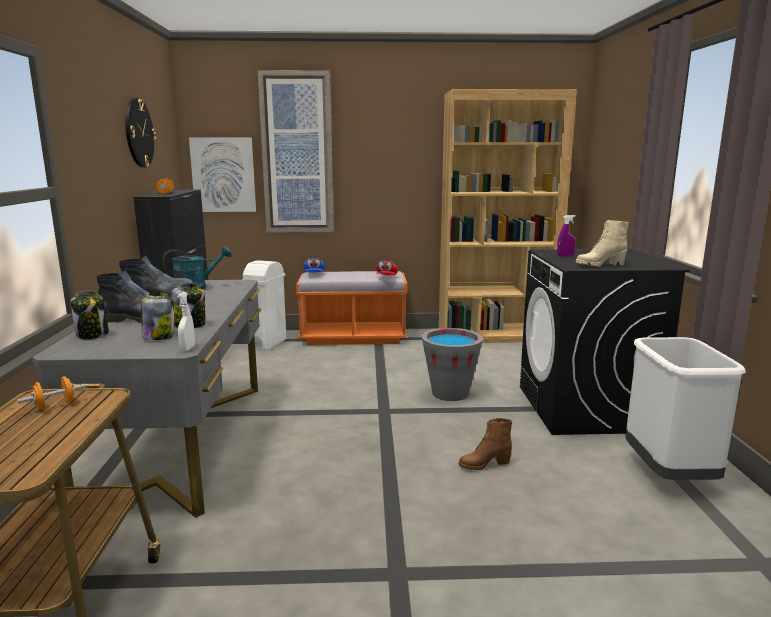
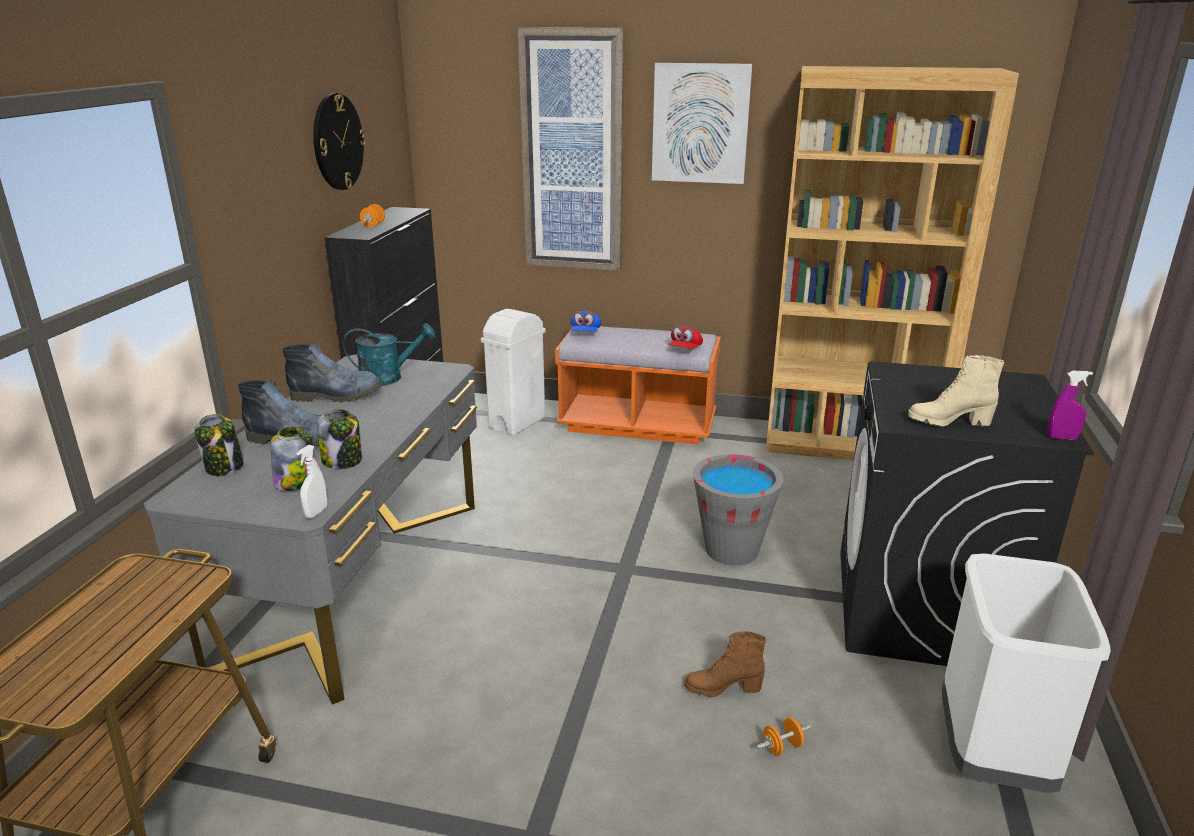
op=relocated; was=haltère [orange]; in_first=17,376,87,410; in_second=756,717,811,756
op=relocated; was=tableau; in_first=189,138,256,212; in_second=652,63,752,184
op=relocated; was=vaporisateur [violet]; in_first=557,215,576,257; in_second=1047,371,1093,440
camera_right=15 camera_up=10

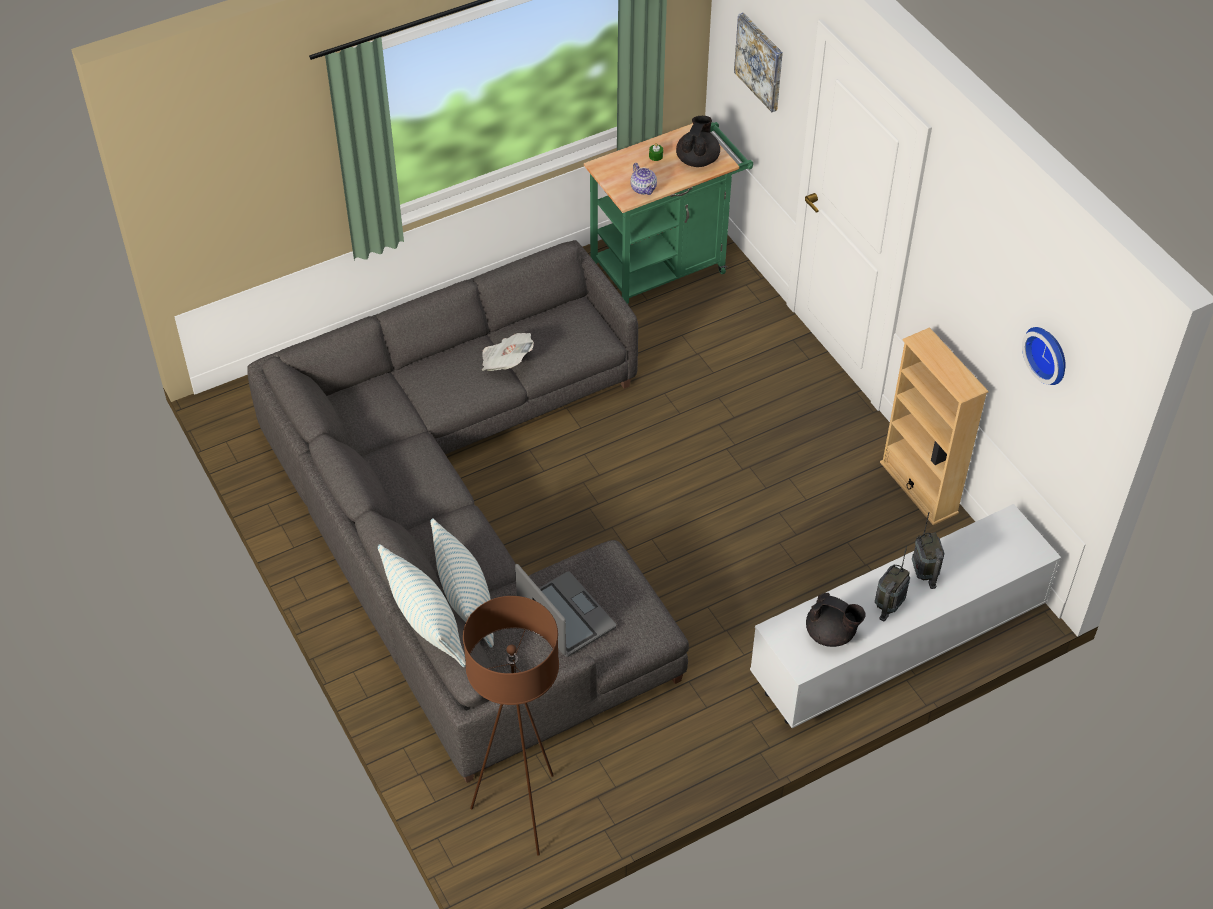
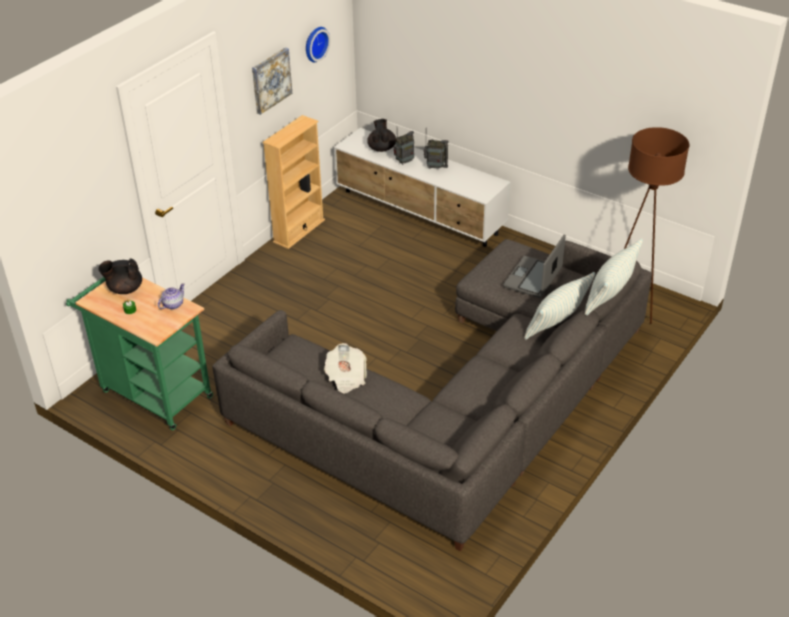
op=relocated; was=tableau; in_first=734,13,783,112; in_second=252,47,292,115
op=relocated; was=théière [noir]; in_first=806,593,865,647; in_second=367,119,396,152
camera_right=-115 camera_up=-10

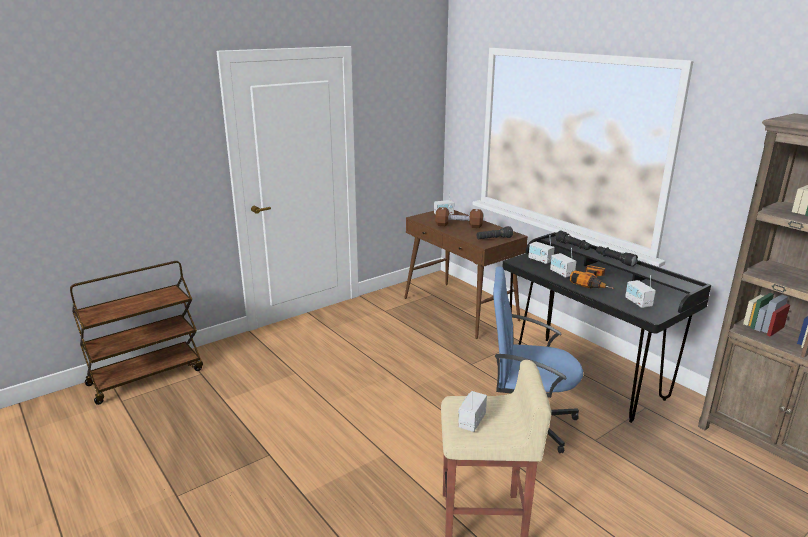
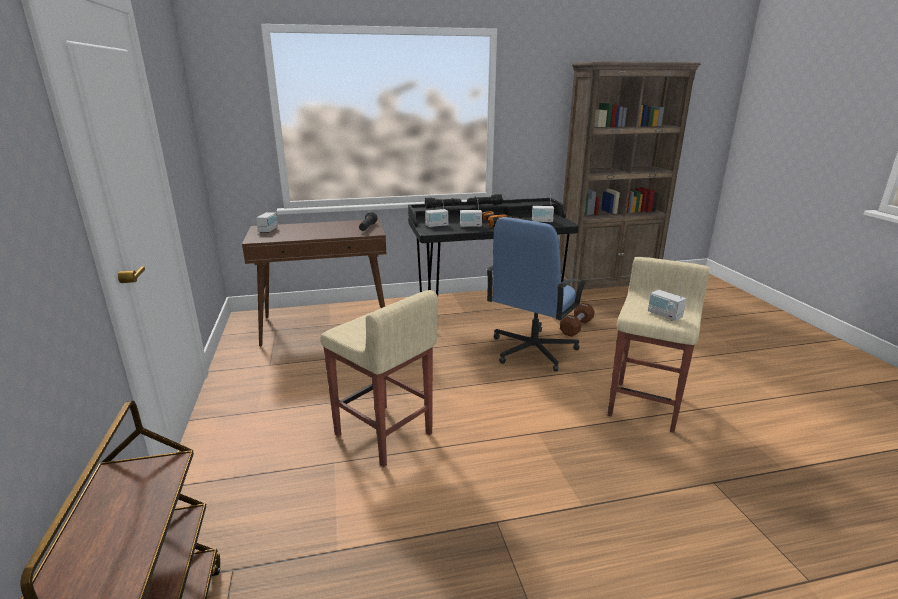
op=relocated; was=haltère [marron]; in_first=435,207,483,228; in_second=560,303,595,337
op=appeared; now=tabouret [beige]; in_second=320,290,438,467
camera_right=-65 camera_up=0

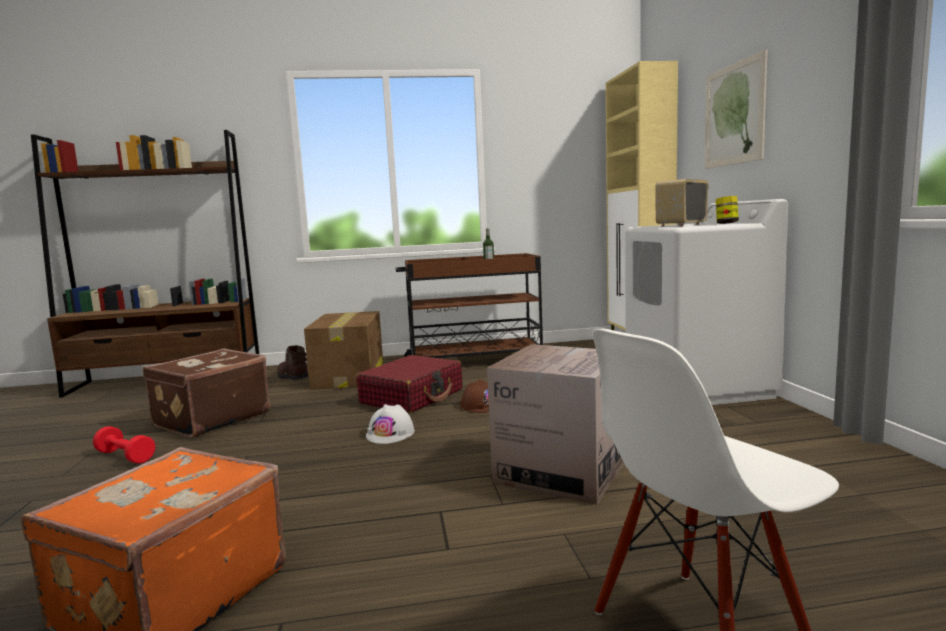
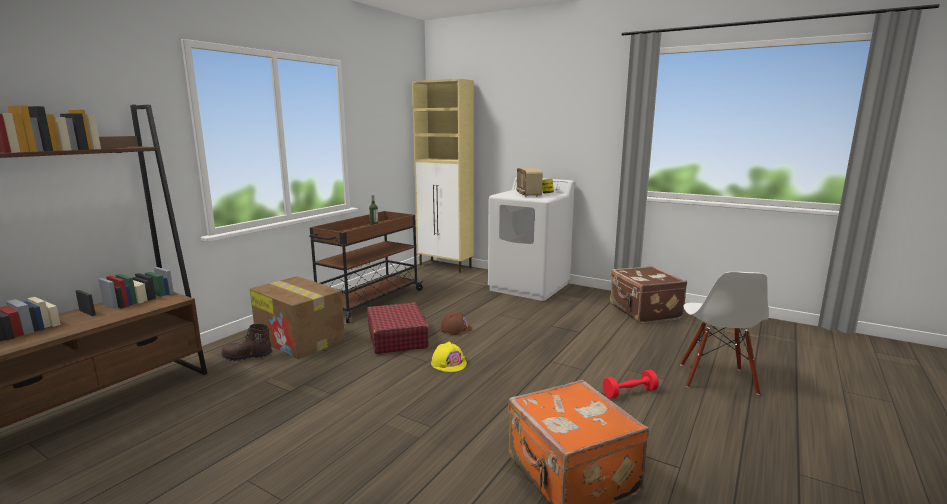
op=relocated; was=haltère [rouge]; in_first=93,426,155,464; in_second=603,370,659,398
op=relocated; was=valise [marron]; in_first=143,348,270,438; in_second=610,266,687,323
op=colour; was=casque de chantier [blanc]; now=casque de chantier [jaune]; in_first=366,404,415,444; in_second=431,341,467,372
op=missing; was=carton; in_first=487,344,624,505
op=missing; was=tableau; in_first=705,49,768,169
camera_right=-50 camera_up=5

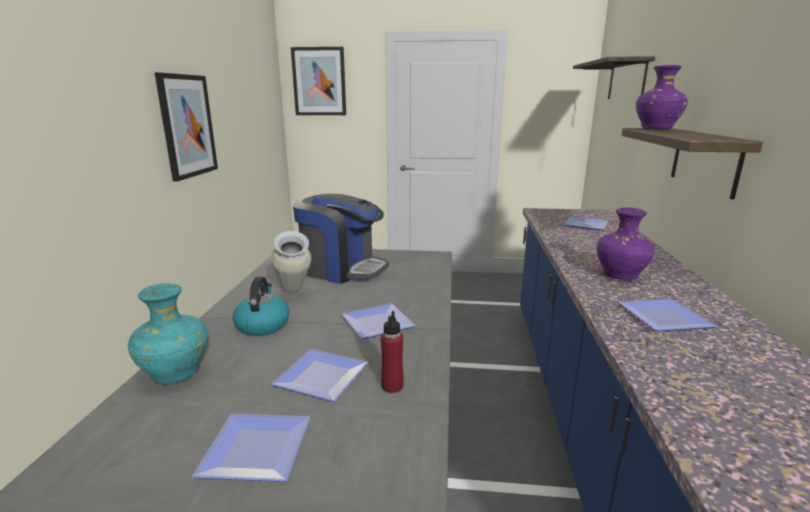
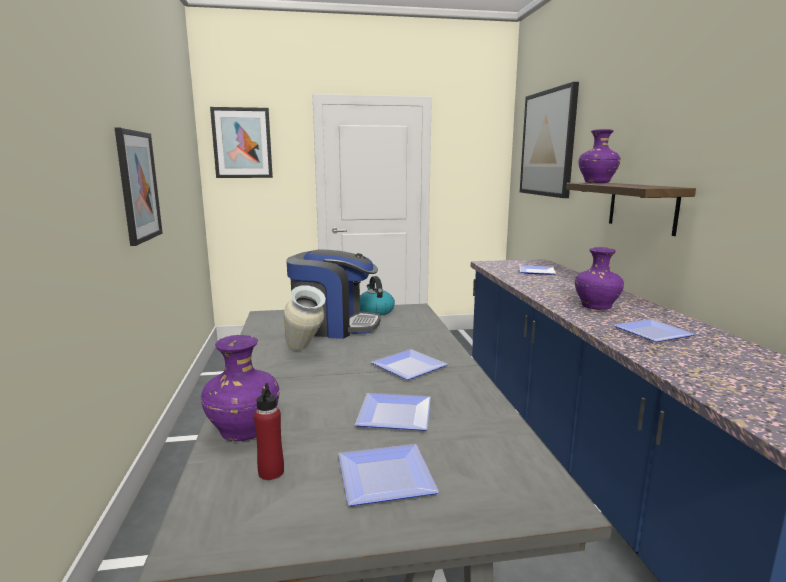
op=colour; was=vase [turquoise]; now=vase [violet]; in_first=128,283,208,384; in_second=201,335,280,441
op=relocated; was=bouilloire; in_first=233,276,289,336; in_second=360,276,395,315
op=relocated; was=bouteille [rouge]; in_first=381,311,404,393; in_second=254,383,284,480
op=exchanged; was=étagère; now=tableau; in_first=573,56,655,99; in_second=520,82,579,198
camera_right=-15 camera_up=-5

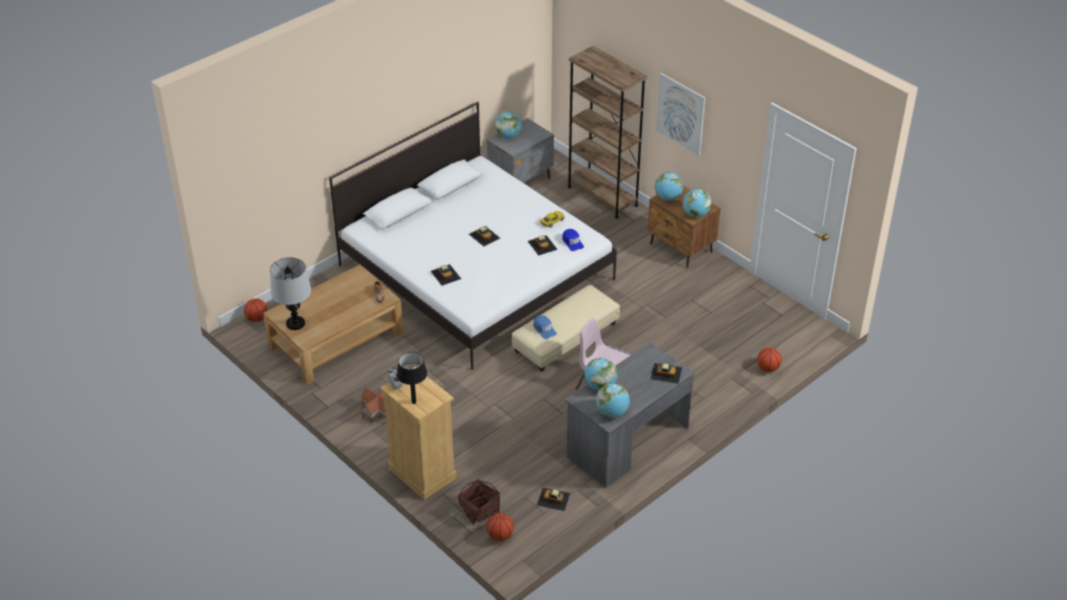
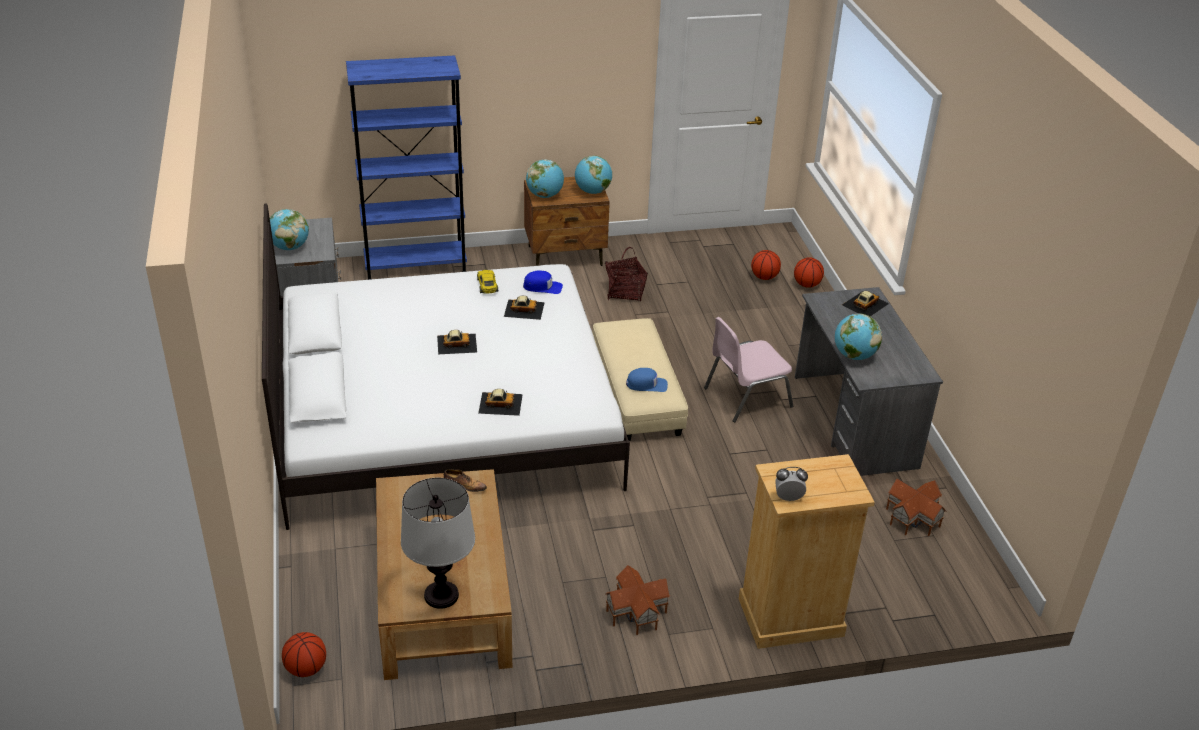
op=missing; was=lampe de table [noir]; in_first=396,352,427,404
op=relocated; was=panier; in_first=458,479,500,525; in_second=605,247,648,301
op=relocated; was=ballon de basket; in_first=487,513,514,541; in_second=751,250,781,280
op=exchanged; was=petite voiture; now=maison miniature; in_first=537,488,570,511; in_second=886,479,947,536
op=colour; was=bibliothèque [marron]; now=bibliothèque [bleu]; in_first=568,46,647,219; in_second=346,55,467,280
op=missing; was=globe; in_first=596,384,630,418
op=missing; was=tableau; in_first=656,73,705,155
camera_right=-60 camera_up=-5

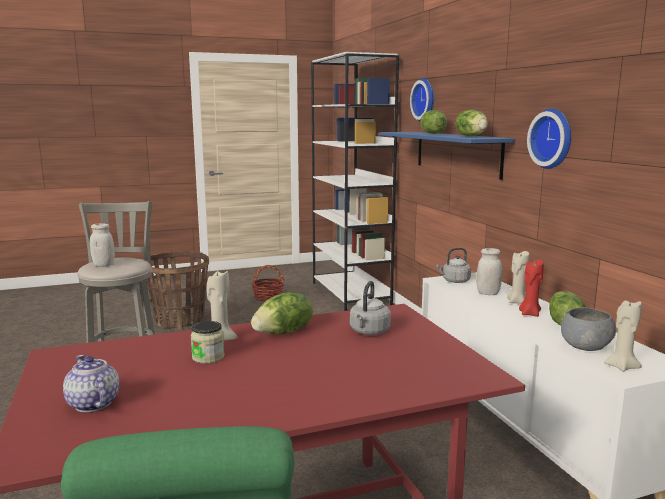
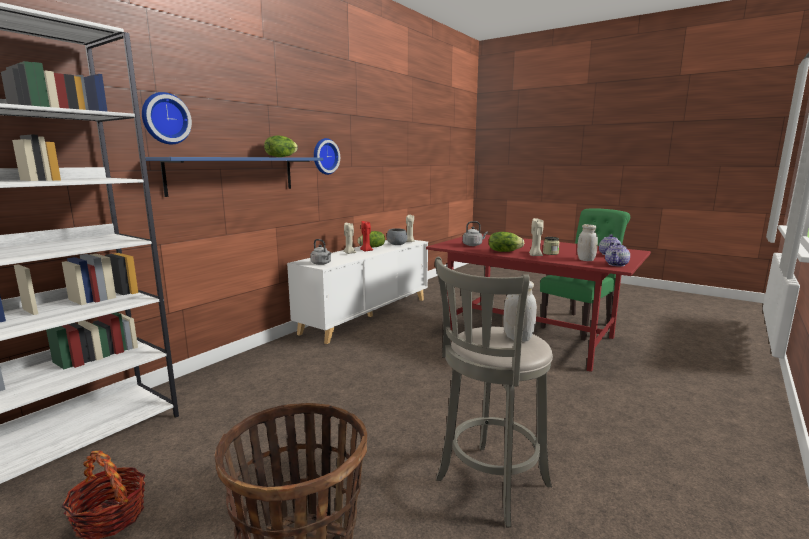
op=missing; was=laitue; in_first=421,110,447,134
op=relocated; was=bocal [blanc]; in_first=476,248,502,295; in_second=577,224,598,261
op=appeared; now=théière; in_second=605,243,630,266
camera_right=-125 camera_up=0

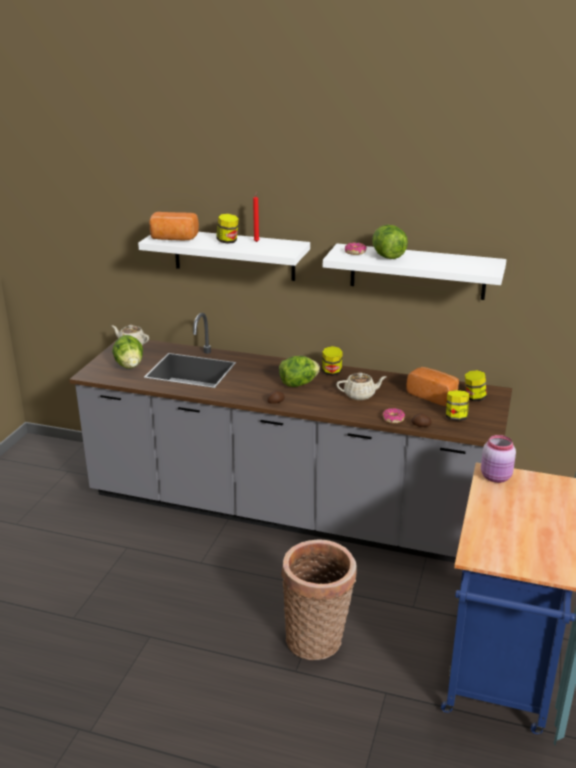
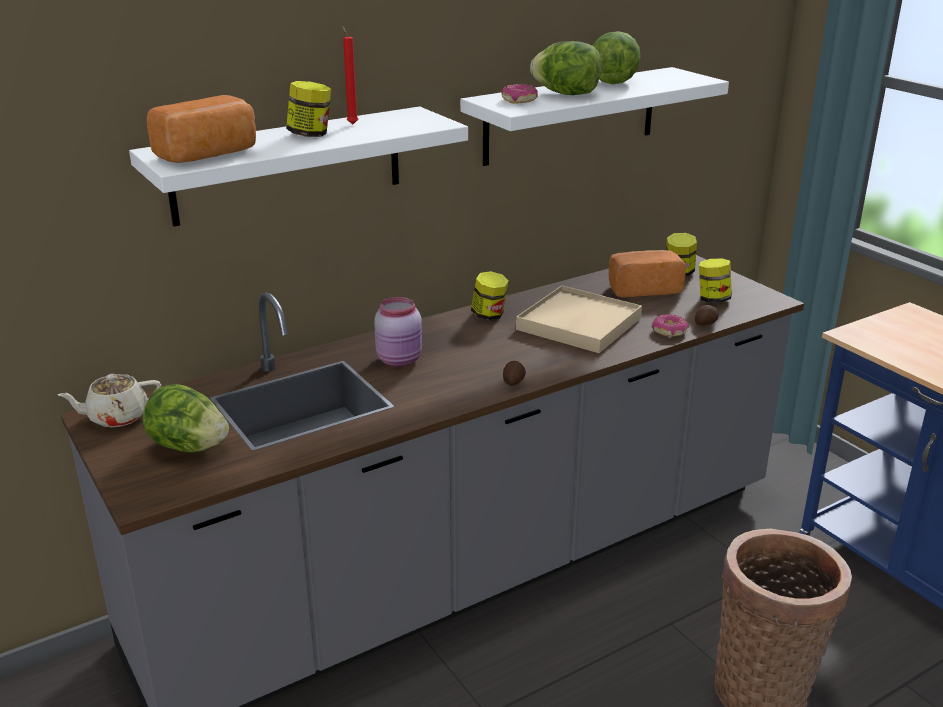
op=relocated; was=laitue; in_first=279,356,320,387; in_second=593,31,641,84
op=exchanged; was=théière [beige]; now=plateau [beige]; in_first=336,373,386,400; in_second=516,286,642,353
op=relocated; was=bocal [rose]; in_first=481,435,516,483; in_second=374,297,422,367
camera_right=-50 camera_up=0

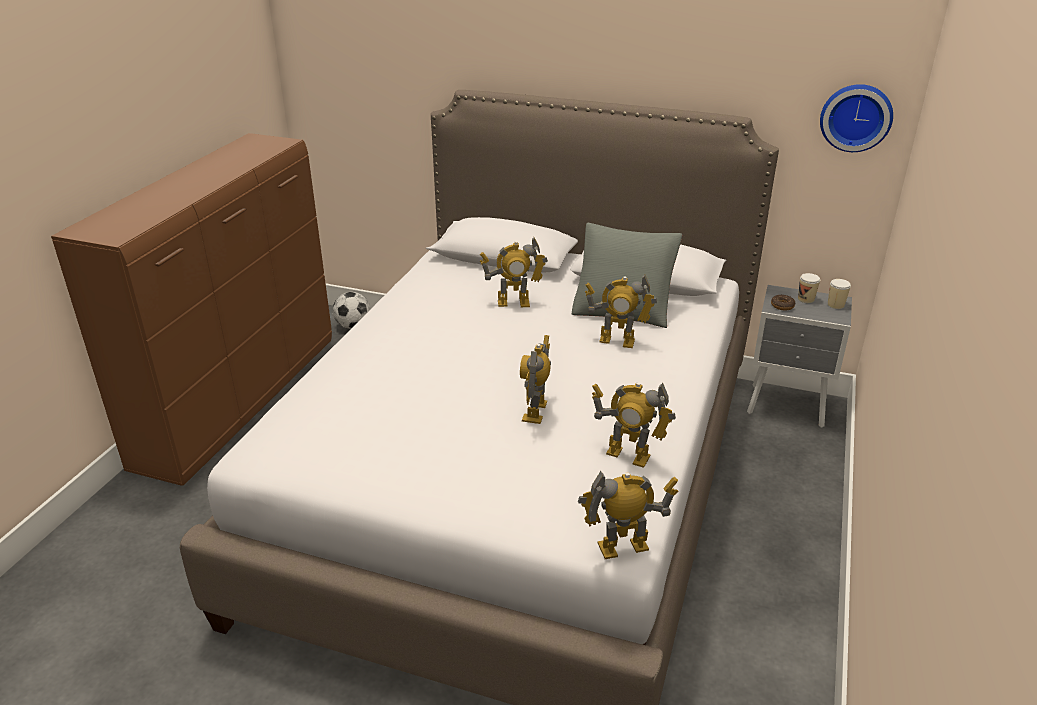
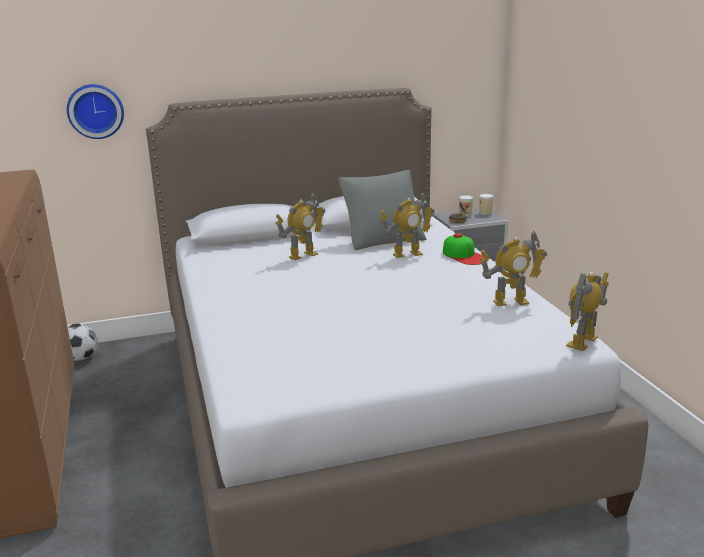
op=missing; was=robot jouet; in_first=520,335,551,424
op=relocated; was=horloge murale; in_first=820,84,893,152; in_second=67,84,124,139
op=appeared; now=casquette; in_second=443,233,488,265
camera_right=-35 camera_up=-10

